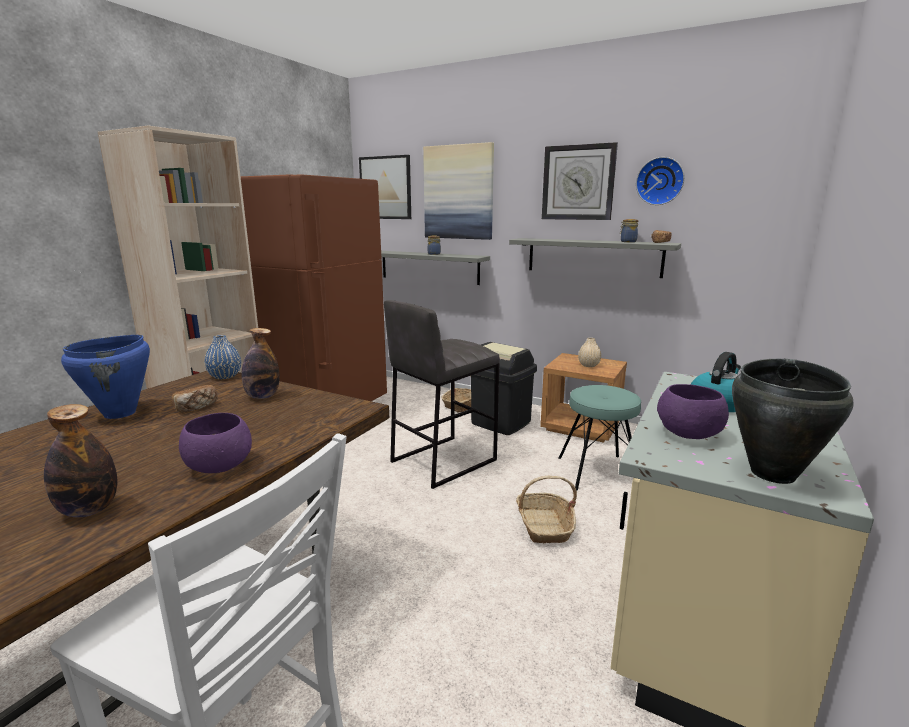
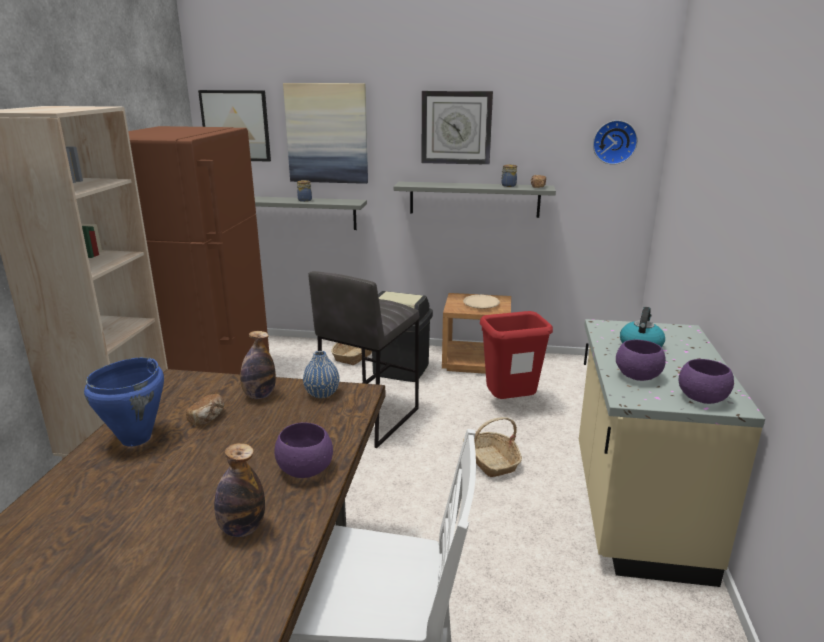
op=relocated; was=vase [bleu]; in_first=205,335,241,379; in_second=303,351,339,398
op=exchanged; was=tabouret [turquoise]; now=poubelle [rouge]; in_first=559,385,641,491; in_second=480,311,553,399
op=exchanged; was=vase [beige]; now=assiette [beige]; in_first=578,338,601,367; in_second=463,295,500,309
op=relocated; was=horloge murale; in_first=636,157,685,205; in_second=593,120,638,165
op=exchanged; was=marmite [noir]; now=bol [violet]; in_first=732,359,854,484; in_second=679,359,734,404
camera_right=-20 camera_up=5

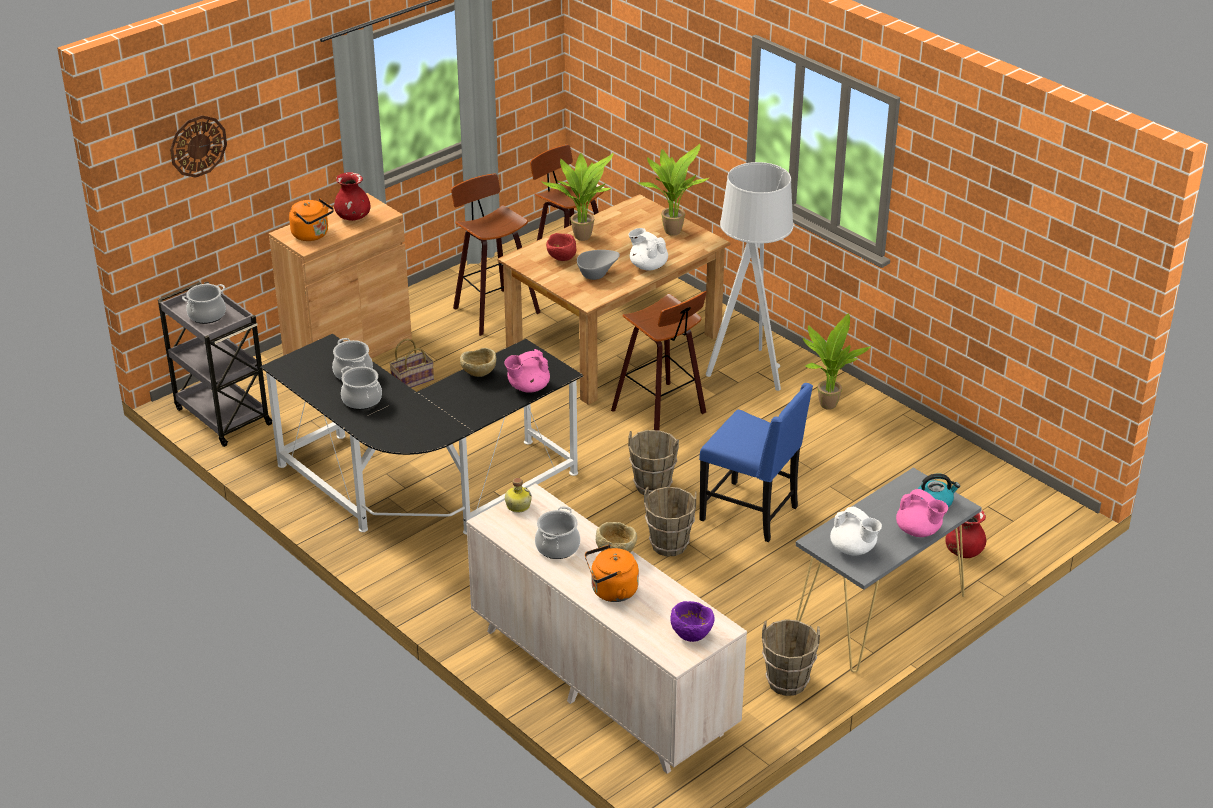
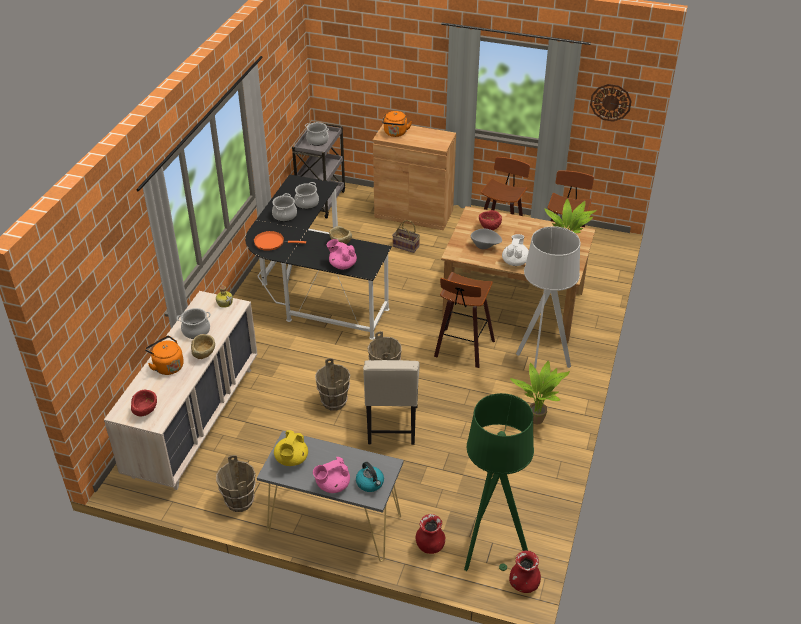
op=relocated; was=horloge murale; in_first=170,115,227,178; in_second=590,84,632,122
op=relocated; was=vase [rouge]; in_first=334,172,371,221; in_second=509,550,541,593
op=missing; was=plante en pot; in_first=541,153,614,241
op=colour; was=bol [violet]; now=bol [rouge]; in_first=670,601,715,642; in_second=131,390,157,417
op=colour; was=chaise [bleu]; now=chaise [beige]; in_first=699,383,813,542; in_second=363,360,420,445
op=colour; was=théière [blanc]; now=théière [jaune]; in_first=830,507,882,556; in_second=274,430,308,466
op=spun; was=théière [rose]; in_first=896,489,948,537; in_second=313,457,350,493; clockwise=45
op=appeared; now=poêle [orange]; in_second=254,231,306,251
op=appeared; now=lampadaire [vert]; in_second=464,393,534,571
camera_right=60 camera_up=5

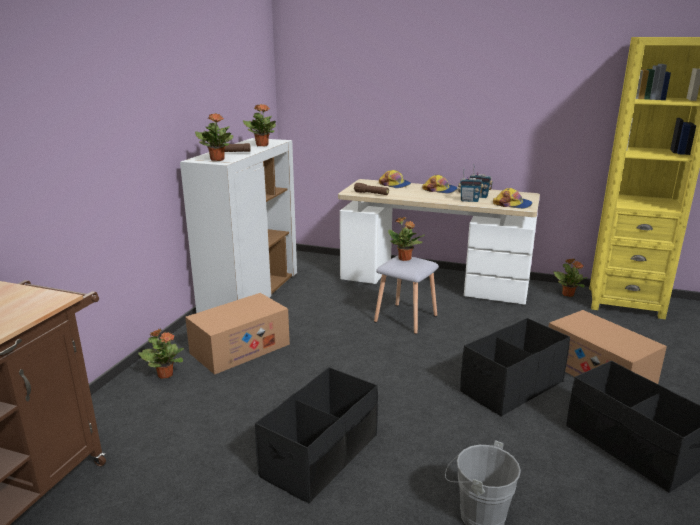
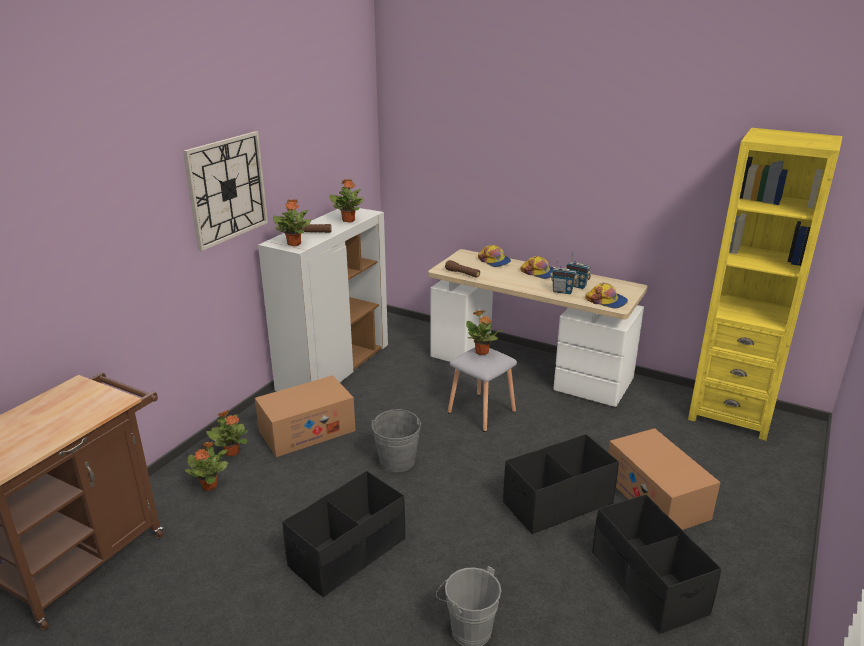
op=relocated; was=plante en pot; in_first=553,259,588,297; in_second=185,442,228,491
op=appeared; now=horloge murale; in_second=183,131,268,251
op=appeared; now=seau [gris]; in_second=371,409,421,472
camera_right=10 camera_up=5

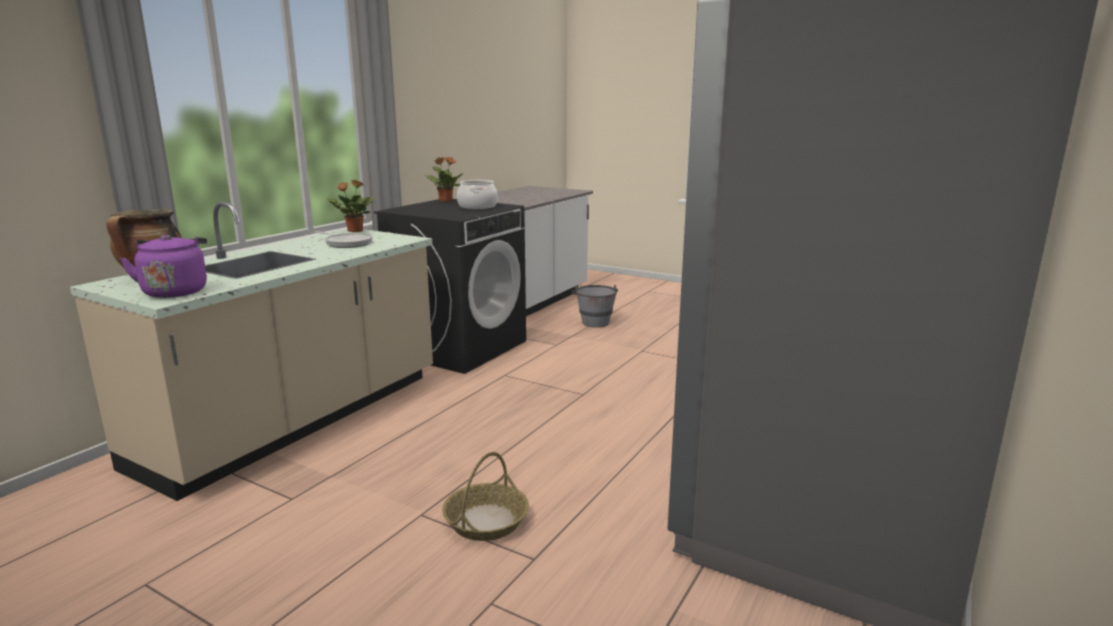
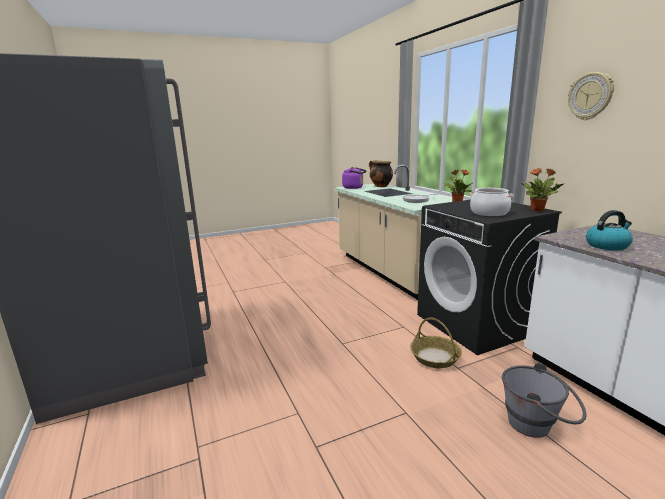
op=relocated; was=panier; in_first=442,452,529,541; in_second=410,317,462,368
op=appeared; now=horloge murale; in_second=568,72,614,120
op=appeared; now=bouilloire; in_second=586,210,633,250
camera_right=125 camera_up=0

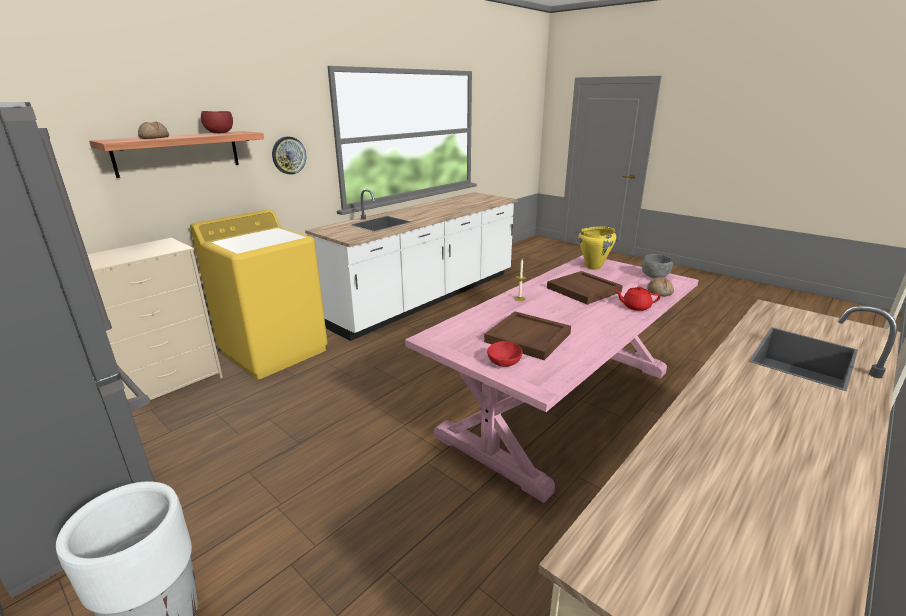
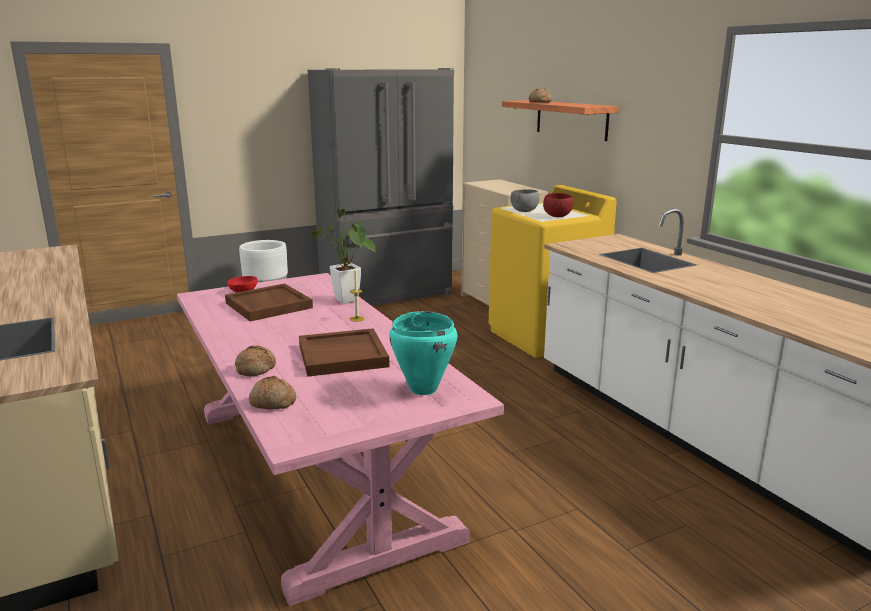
op=relocated; was=bol [rouge]; in_first=201,111,233,133; in_second=543,193,574,217
op=missing; was=horloge murale; in_first=272,136,306,175
op=colour; was=marmite [jaune]; now=marmite [turquoise]; in_first=578,226,616,270; in_second=389,311,457,395
op=exchanged; was=théière [rouge]; now=pain; in_first=614,286,660,311; in_second=235,345,276,376
op=relocated; was=bol [gris]; in_first=642,254,673,278; in_second=511,189,540,212
op=appeared; now=plante en pot; in_second=311,209,375,304
camera_right=110 camera_up=-5

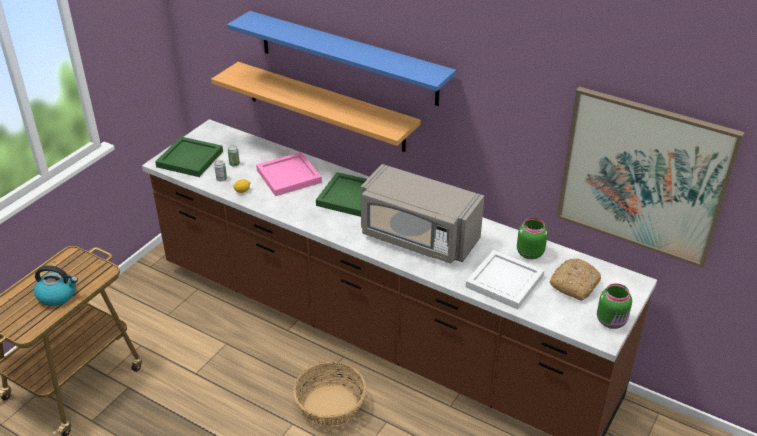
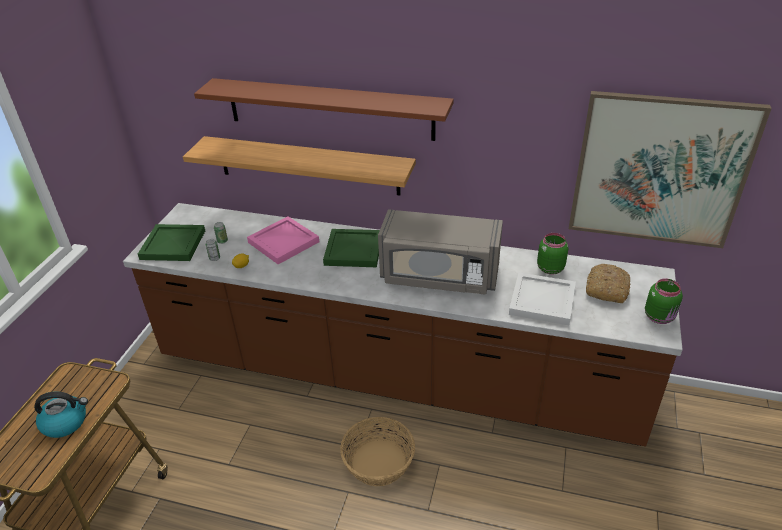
op=colour; was=étagère [bleu]; now=étagère [marron]; in_first=227,11,456,106; in_second=194,78,454,141
camera_right=-15 camera_up=0

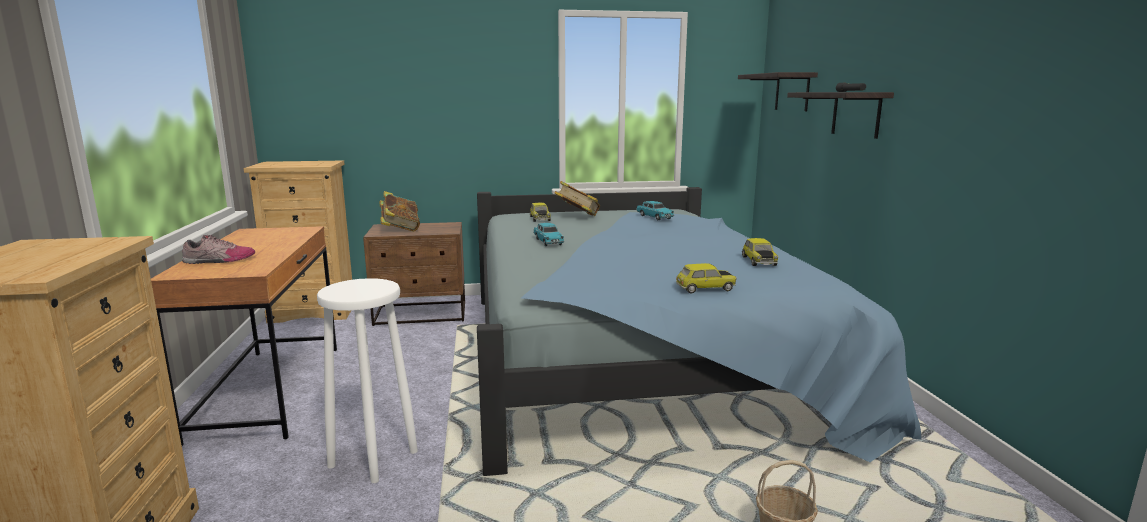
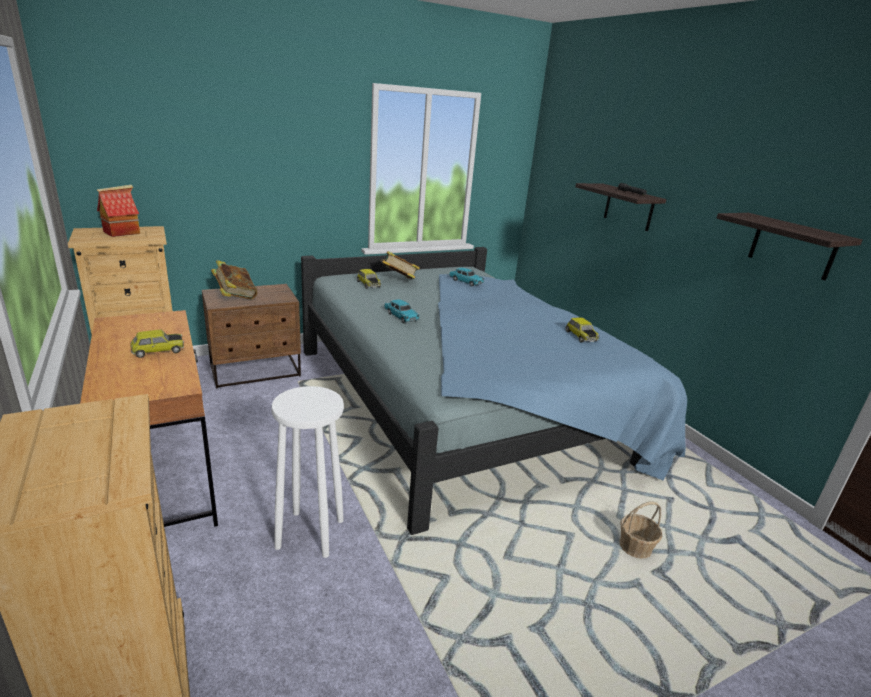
op=missing; was=chaussure; in_first=182,235,255,264
op=relocated; was=petite voiture; in_first=676,263,737,294; in_second=130,330,184,358
op=relocated; was=étagère; in_first=738,72,818,111; in_second=717,213,862,280
op=appeared; now=maison miniature; in_second=96,185,140,237
camera_right=-20 camera_up=10

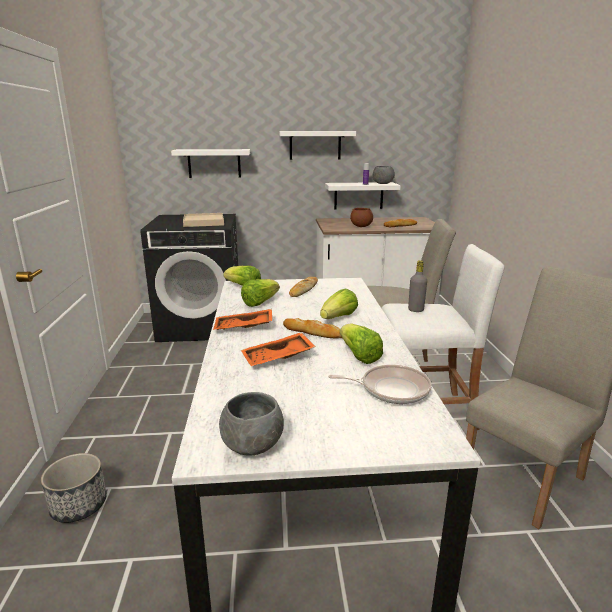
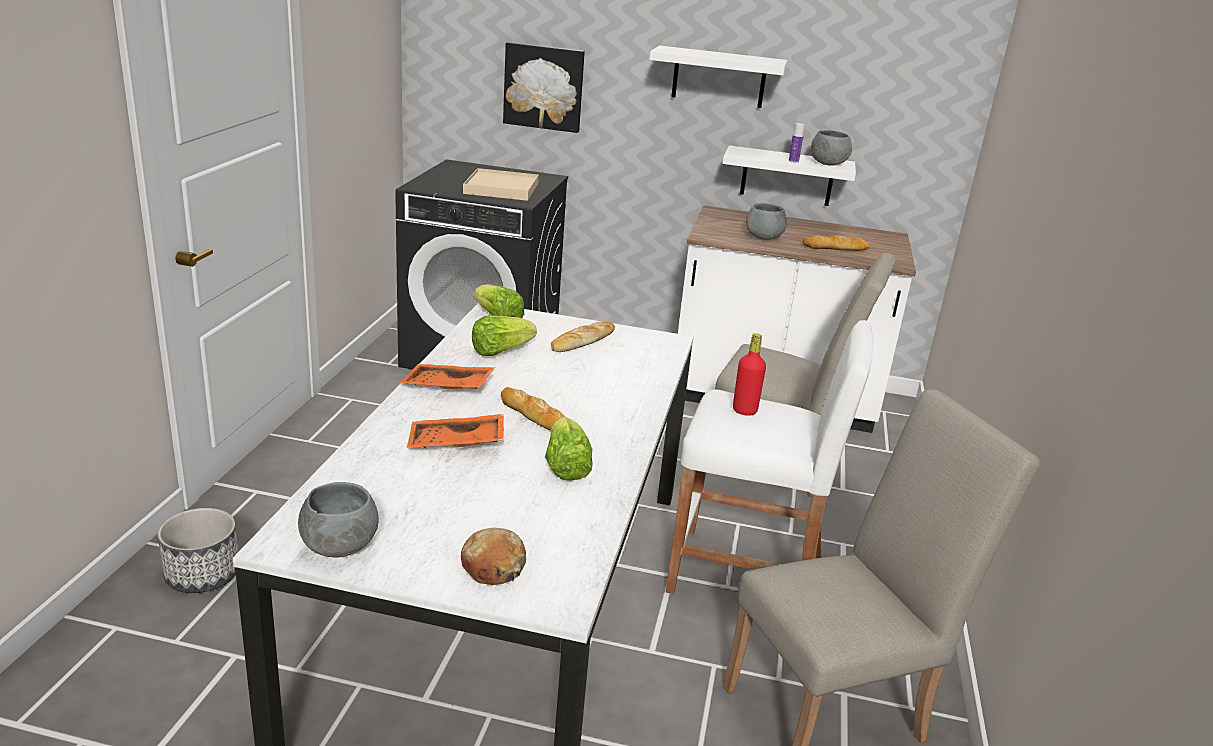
op=exchanged; was=étagère [blanc]; now=tableau; in_first=171,149,250,178; in_second=503,42,585,133
op=missing; was=laitue; in_first=320,289,358,319
op=missing; was=poêle; in_first=328,365,432,404
op=colour; was=bol [marron]; now=bol [gris]; in_first=350,208,373,227; in_second=746,203,787,240
op=colour; was=bouteille [gris]; now=bouteille [rouge]; in_first=408,260,427,312; in_second=733,333,766,416
op=appeared; now=pain; in_second=461,528,526,585
camera_right=15 camera_up=5

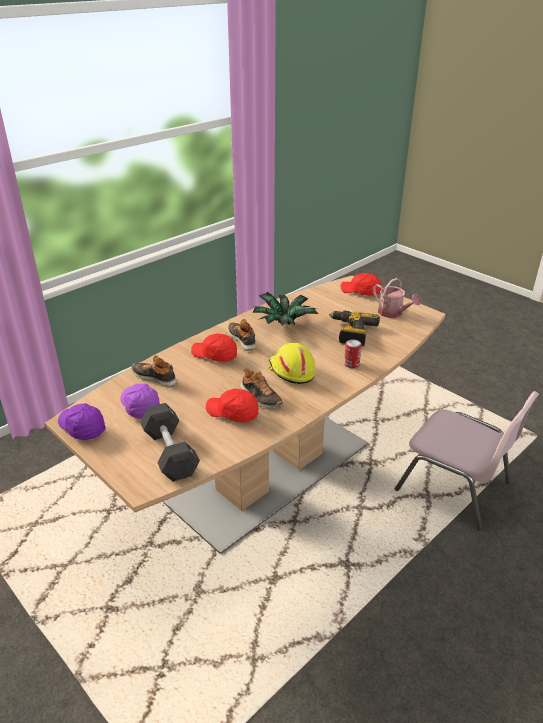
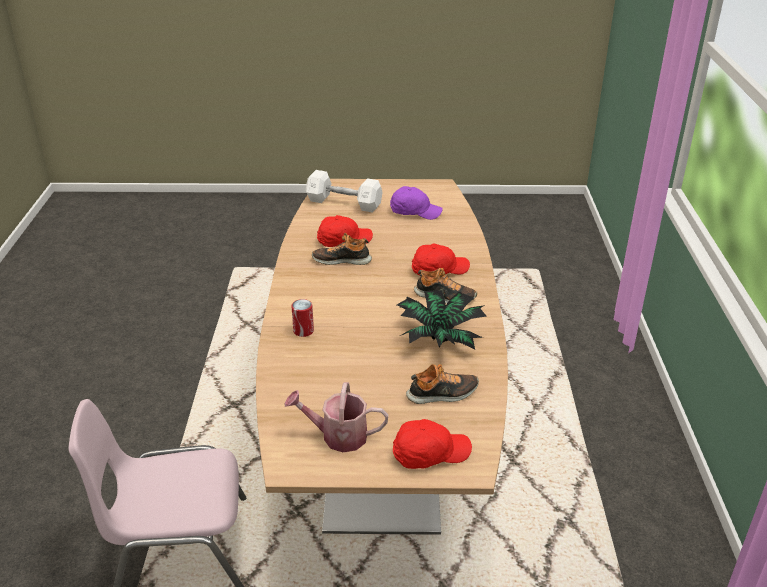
op=missing; was=casquette [violet]; in_first=58,403,106,440
op=relocated; was=chaussure; in_first=132,355,178,387; in_second=406,364,479,404
op=colour; was=haltère [noir]; now=haltère [blanc]; in_first=140,403,200,482; in_second=306,170,383,213
op=missing; was=casque de chantier [jaune]; in_first=268,343,316,384
op=missing; was=perceuse; in_first=329,311,380,347
camera_right=135 camera_up=0

